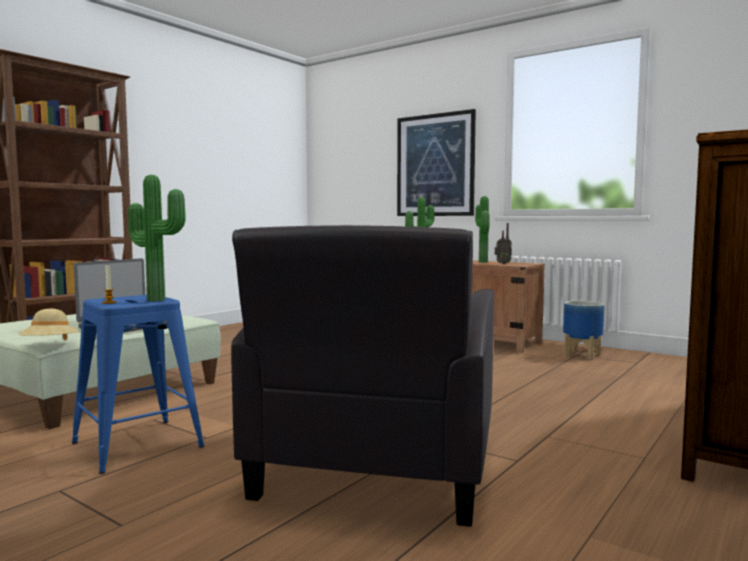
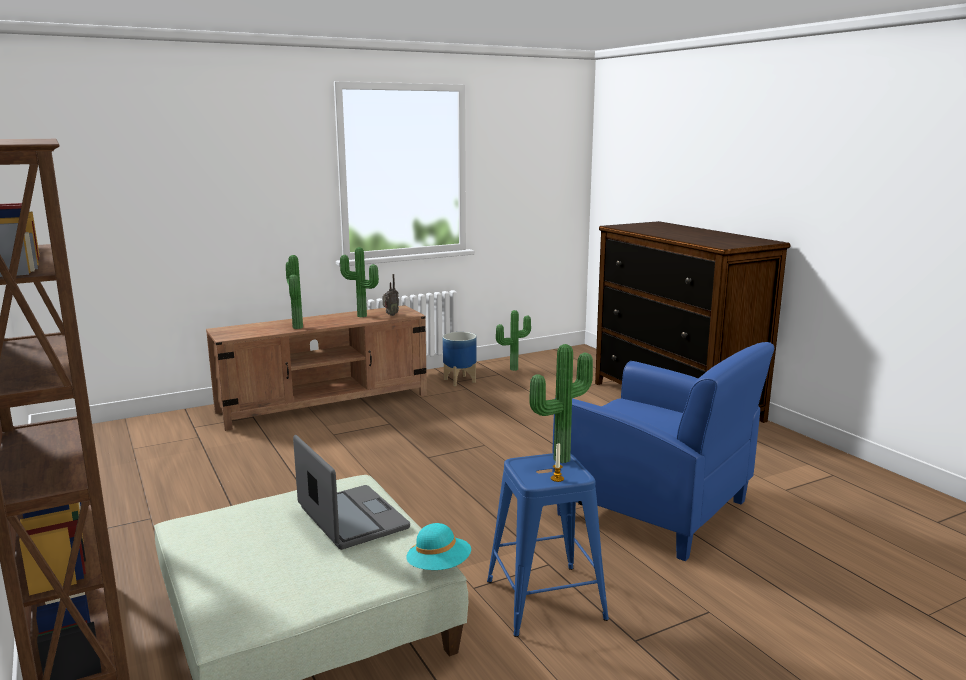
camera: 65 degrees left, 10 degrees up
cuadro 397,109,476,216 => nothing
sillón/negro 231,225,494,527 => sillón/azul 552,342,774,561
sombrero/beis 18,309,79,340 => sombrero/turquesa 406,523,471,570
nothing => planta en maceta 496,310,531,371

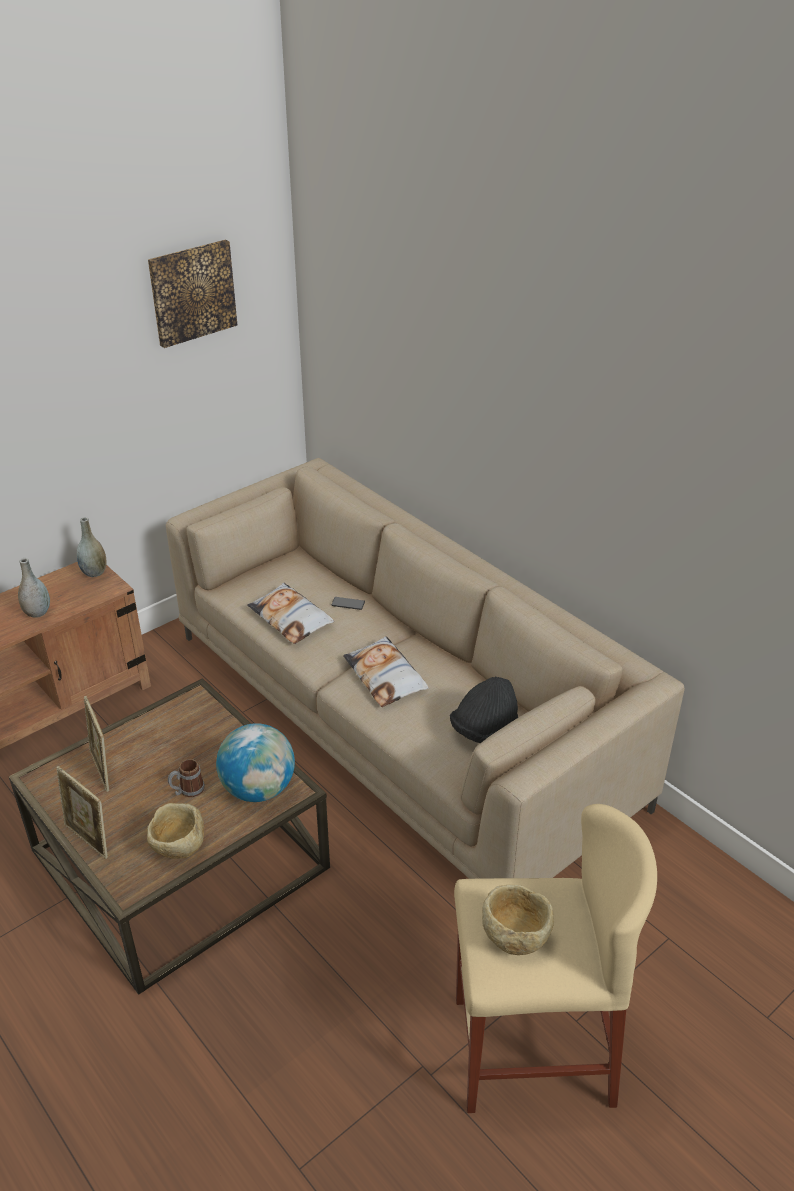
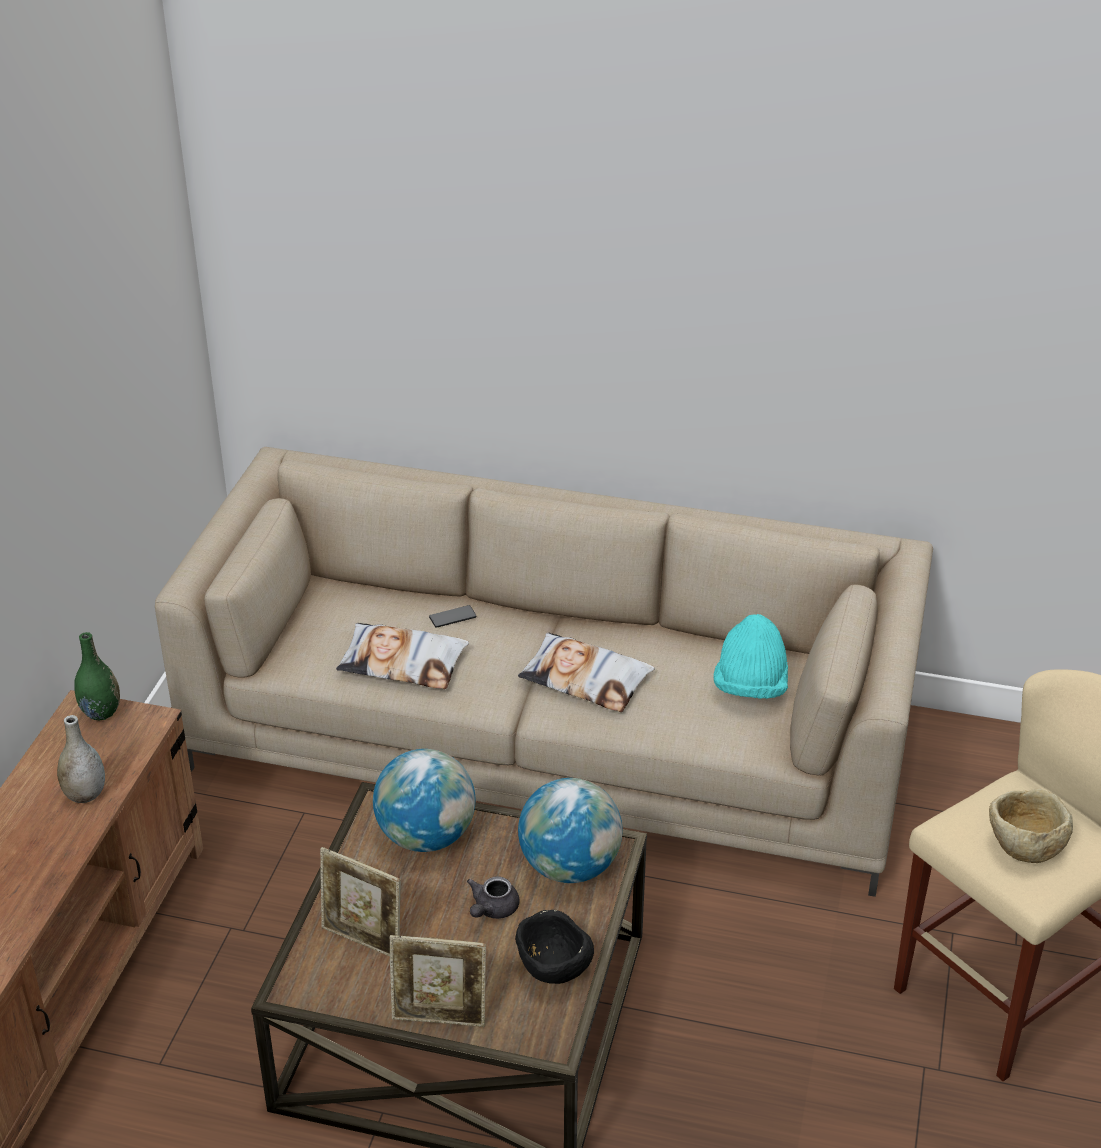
camera: 35 degrees left, 0 degrees up
cuadro 148,240,237,348 => nothing
florero/gris 77,517,107,577 => florero/verde 74,632,120,720
sombrero/negro 450,676,518,743 => sombrero/turquesa 714,614,788,699
taza grande 168,759,205,797 => tetera/gris 467,876,519,919
cuenco/beis 147,803,204,859 => cuenco/negro 515,910,594,984
nothing => globo terráqueo 373,749,476,852

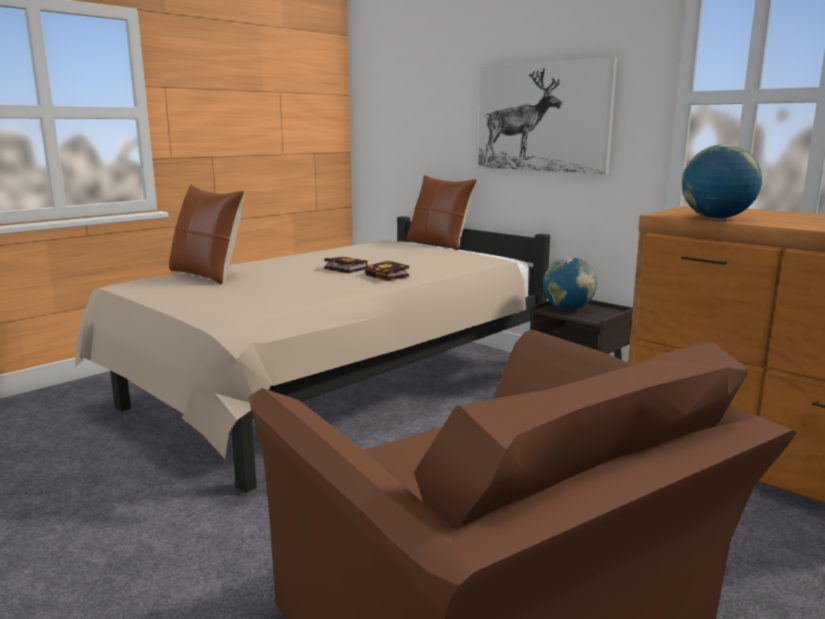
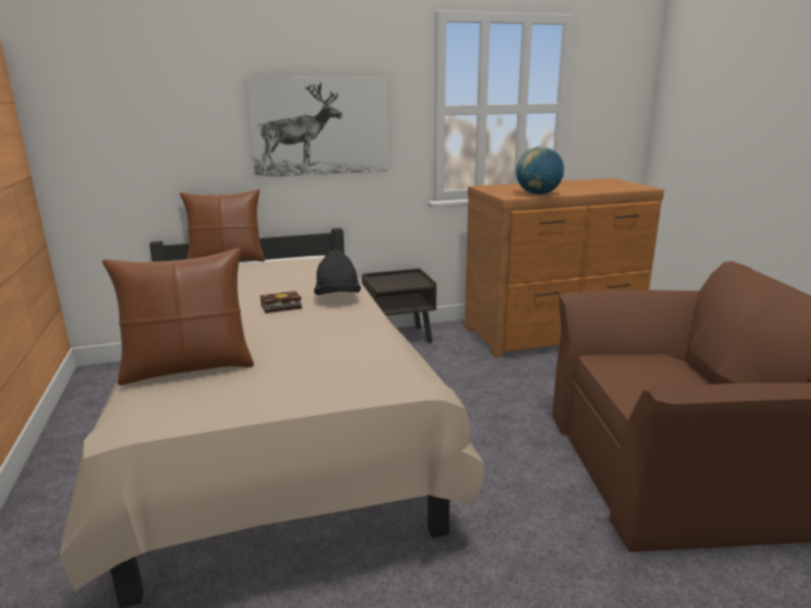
camera: 60 degrees left, 5 degrees up
globo terráqueo 543,257,597,310 => nothing
libro 365,261,409,281 => sombrero/negro 314,250,361,295

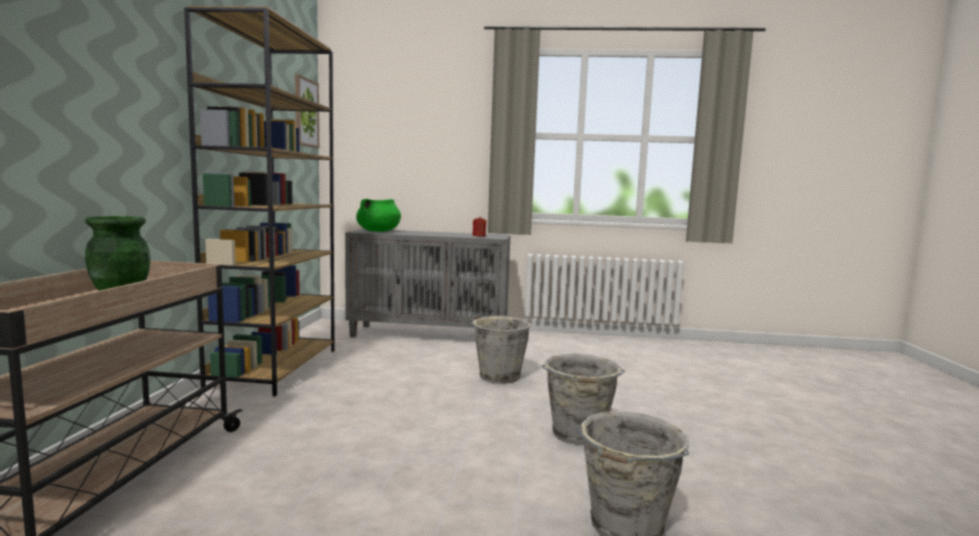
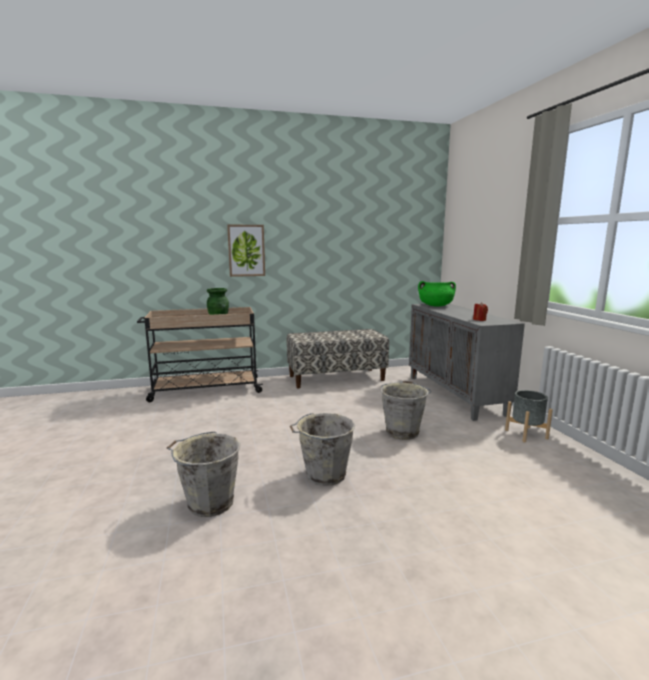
camera: 70 degrees right, 5 degrees up
estantería/marrón 184,6,335,396 => banco 286,329,389,388
cuadro 295,74,319,148 => cuadro 227,224,265,277, relocated
nothing => maceta/gris 505,390,553,442

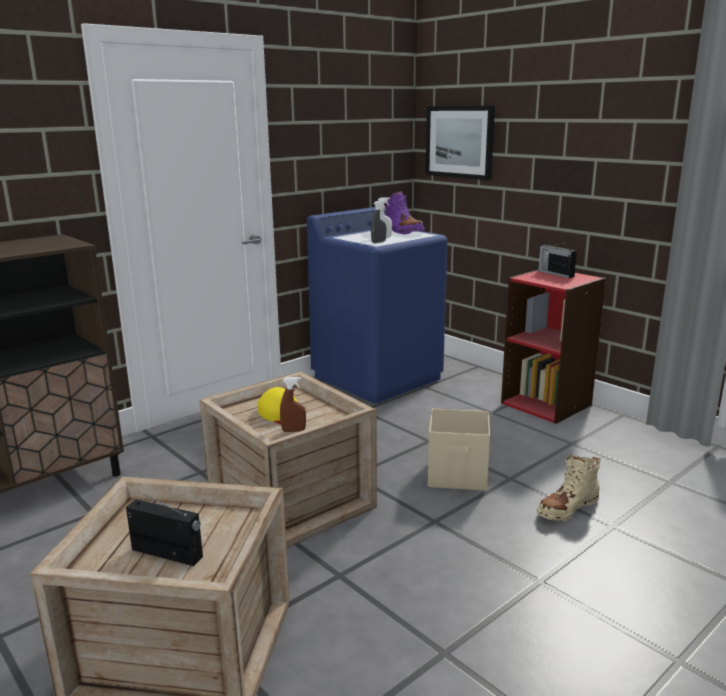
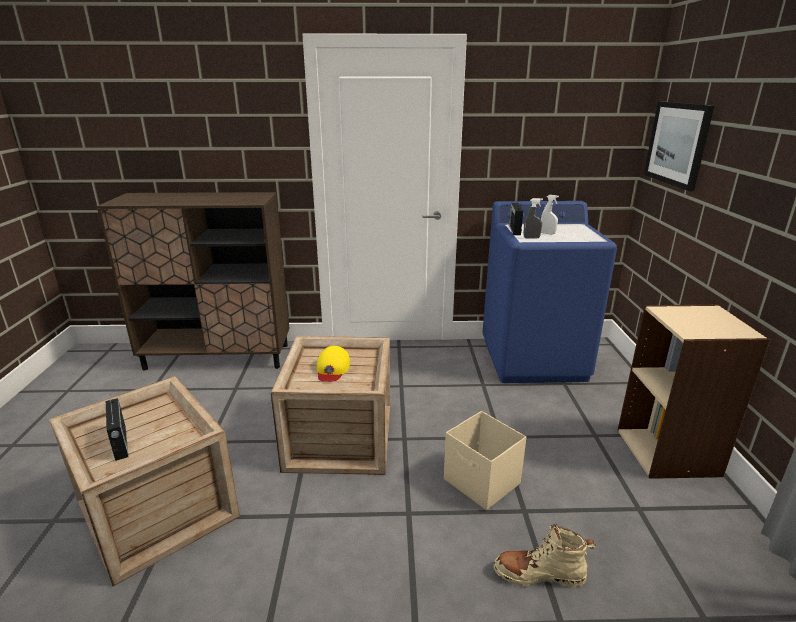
camera: 40 degrees right, 5 degrees up
bota/morado 385,191,425,234 => nothing
radio 538,243,577,278 => radio 509,202,523,235, relocated
estantería/rojo 501,270,606,424 => estantería/beis 617,305,770,479
pulverizador/marrón 280,377,306,432 => nothing

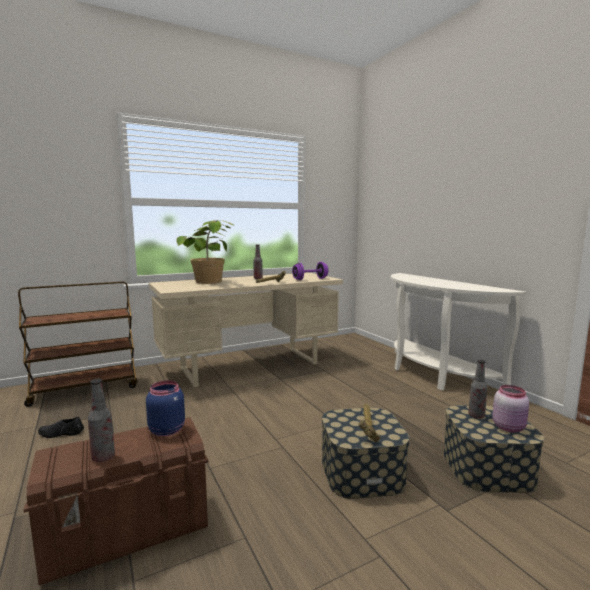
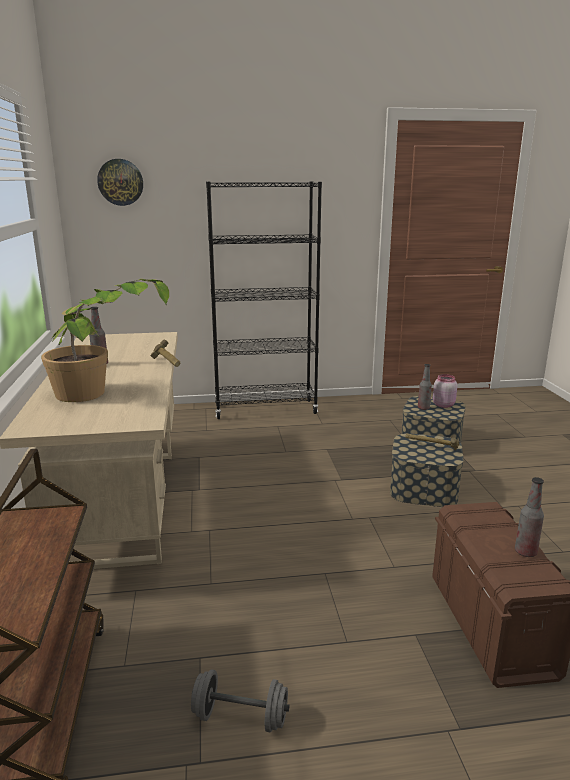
camera: 70 degrees left, 10 degrees up
mancuerna/morado 292,262,328,280 => nothing
mesa consola/blanco 391,273,527,390 => estantería/negro 206,181,322,419
tarro/azul 146,380,185,436 => nothing
zapato/negro 38,417,84,438 => mancuerna/gris 191,669,289,732
nothing => reloj de pared 97,159,143,206

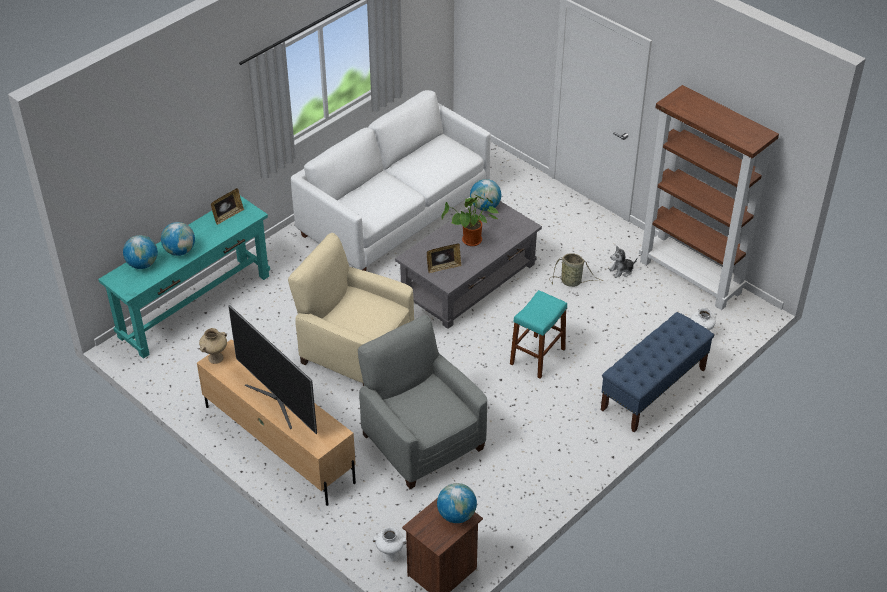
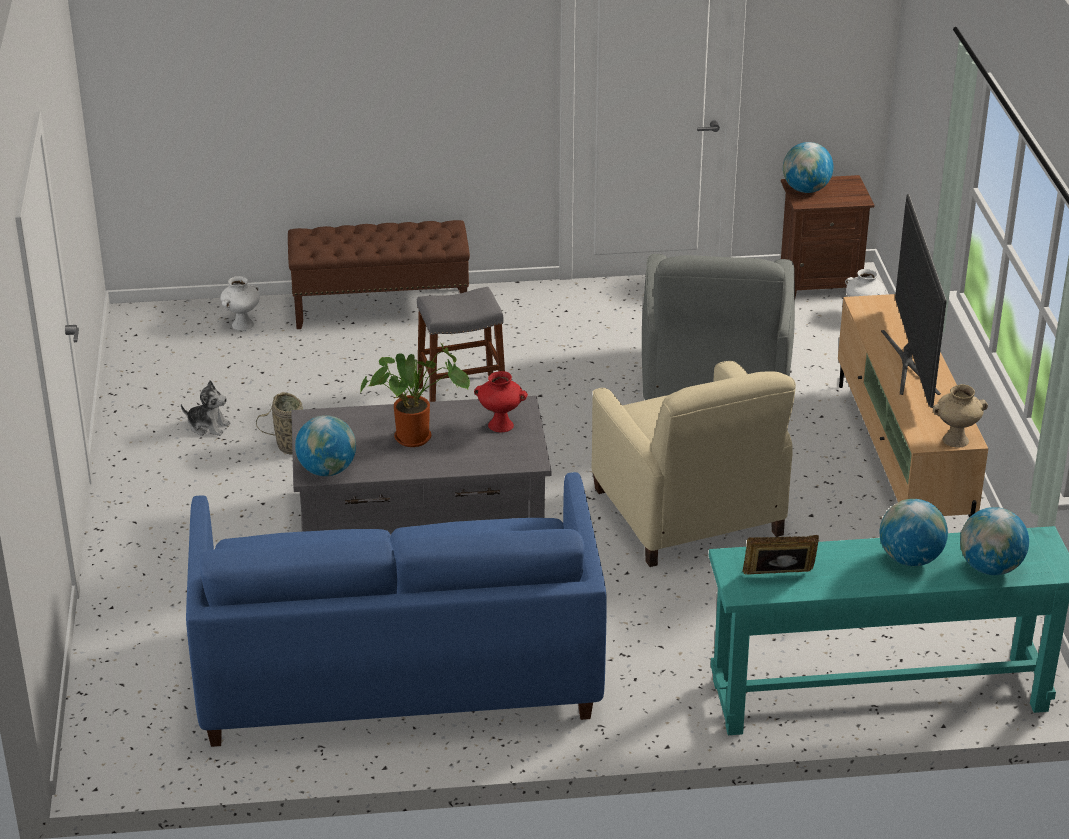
camera: 140 degrees left, 10 degrees down
estantería/marrón 639,85,779,310 => nothing
sofá/blanco 291,90,491,271 => sofá/azul 186,472,607,747
portarretratos 427,244,461,273 => florero/rojo 474,371,528,433
taburete/turquesa 510,290,567,379 => taburete/gris 417,287,505,402
banco/azul 601,312,714,433 => banco/marrón 288,220,470,329

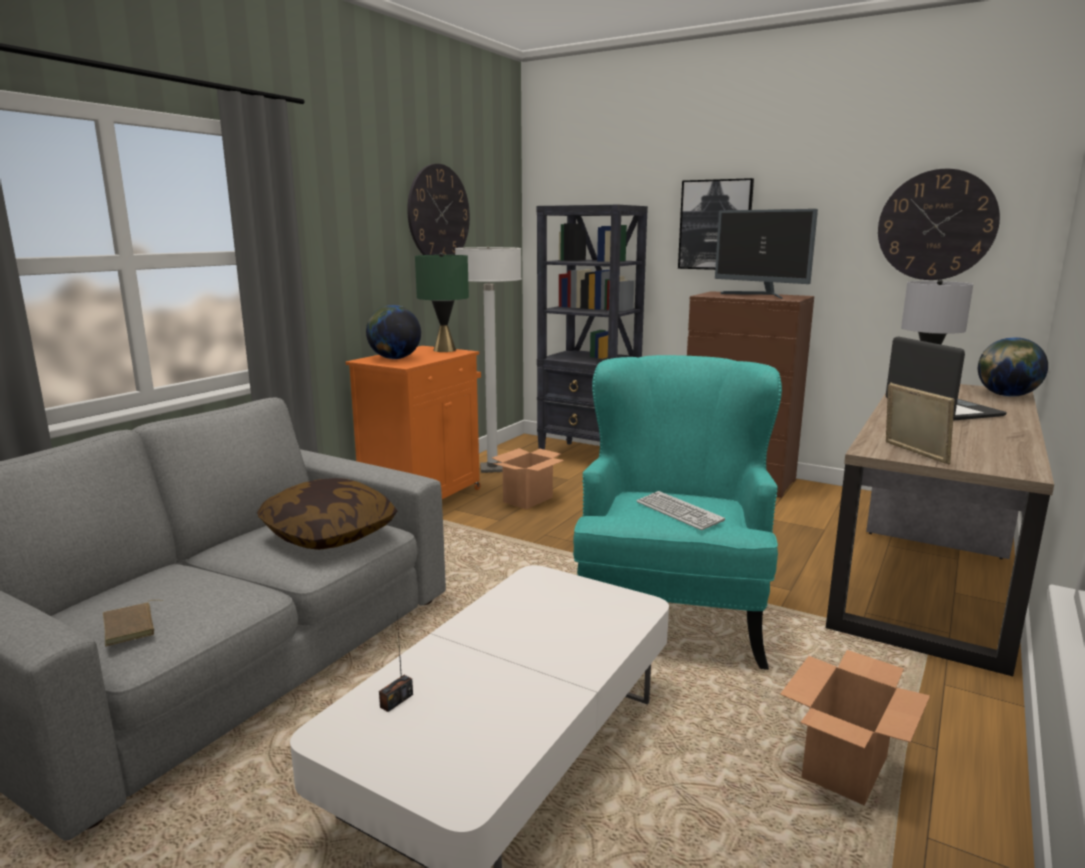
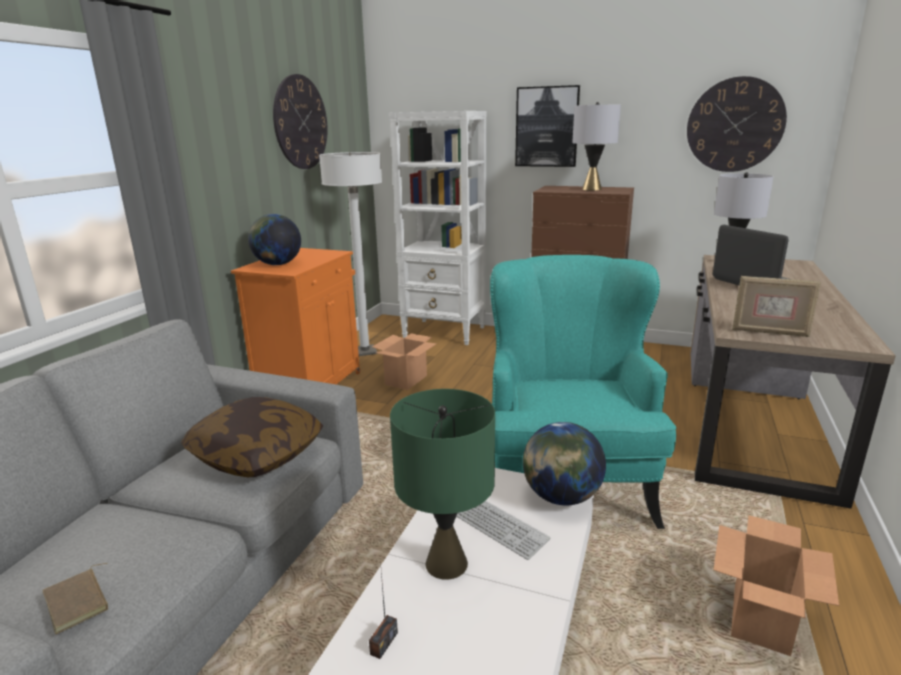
camera: 10 degrees left, 5 degrees up
estantería/negro 536,205,648,450 => estantería/blanco 389,111,486,345
monitor 715,209,818,299 => lámpara de mesa/gris 572,102,621,191
lámpara de mesa/verde 415,252,469,352 => lámpara de mesa/verde 390,389,495,580, relocated
globo terráqueo 978,337,1048,397 => globo terráqueo 523,422,606,506, relocated
portarretratos 886,382,955,465 => portarretratos 732,276,821,337, 135 degrees clockwise
teclado 637,491,725,530 => teclado 456,501,550,560, relocated

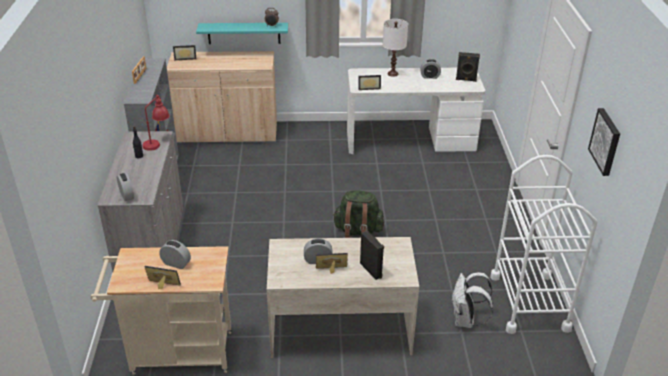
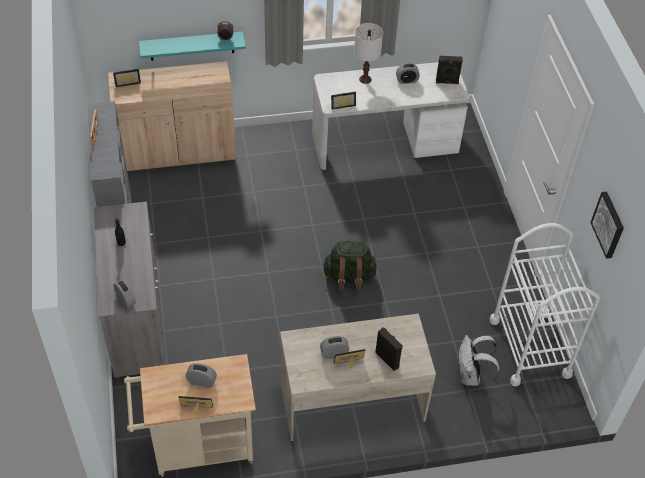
camera: 10 degrees left, 15 degrees up
lámpara de mesa/rojo 142,94,170,151 => nothing

